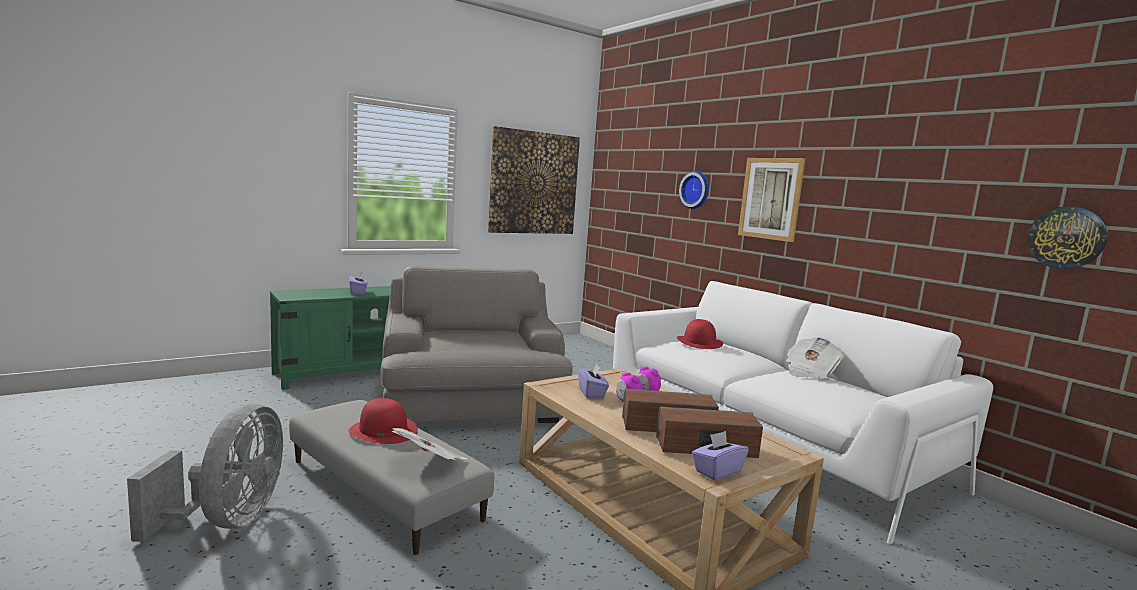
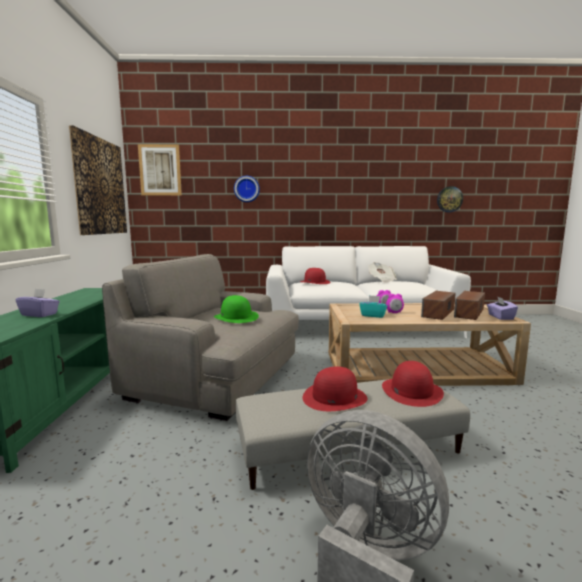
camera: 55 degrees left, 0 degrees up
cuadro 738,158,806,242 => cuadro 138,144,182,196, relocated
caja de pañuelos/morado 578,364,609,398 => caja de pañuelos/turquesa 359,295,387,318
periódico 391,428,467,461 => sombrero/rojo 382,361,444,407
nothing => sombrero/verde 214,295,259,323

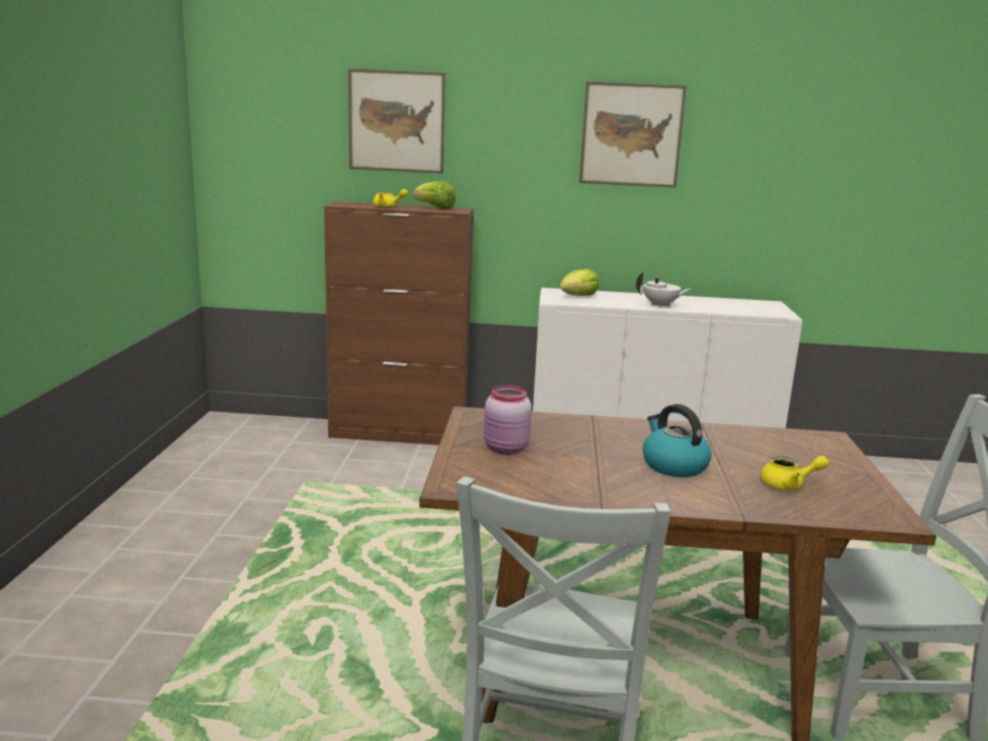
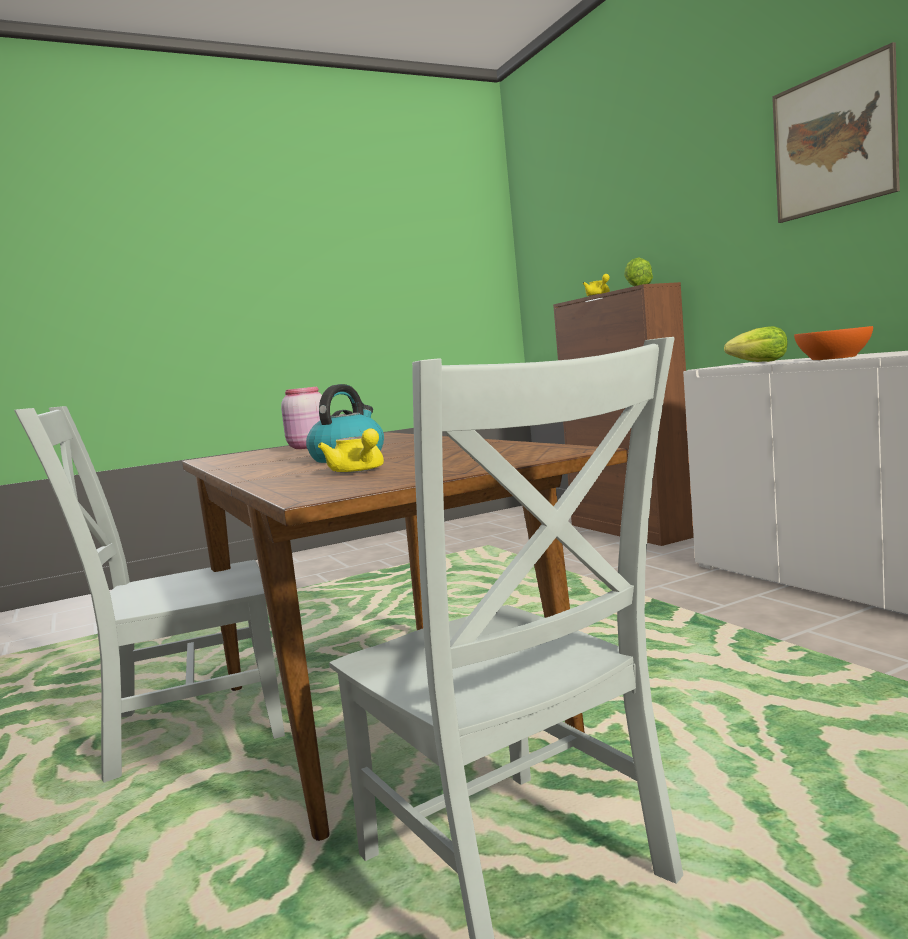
camera: 60 degrees right, 10 degrees down
cuadro 348,69,445,173 => nothing
tetera/blanco 636,273,691,308 => cuenco/naranja 794,326,873,360

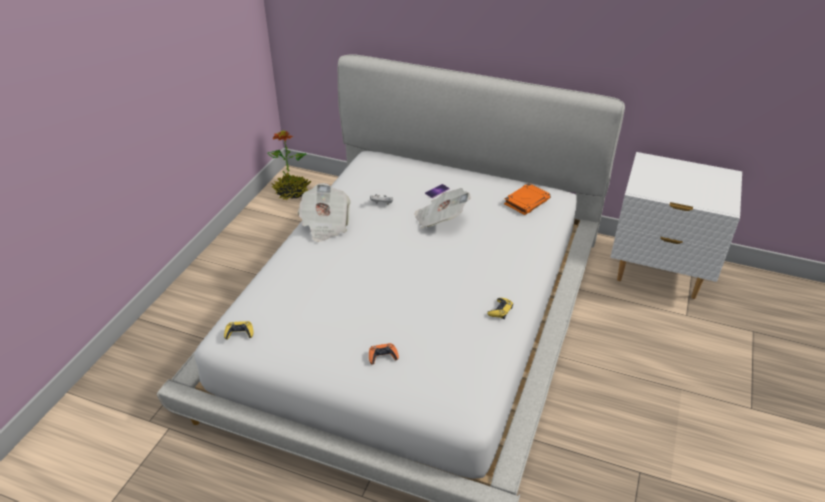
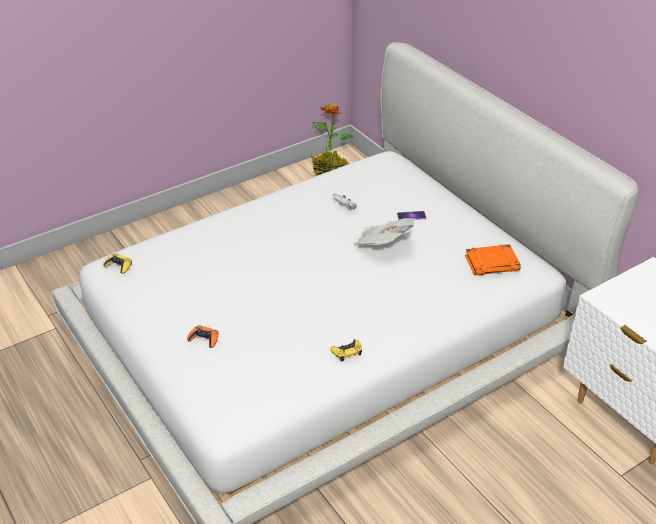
camera: 35 degrees right, 0 degrees up
periódico 298,183,351,242 => nothing

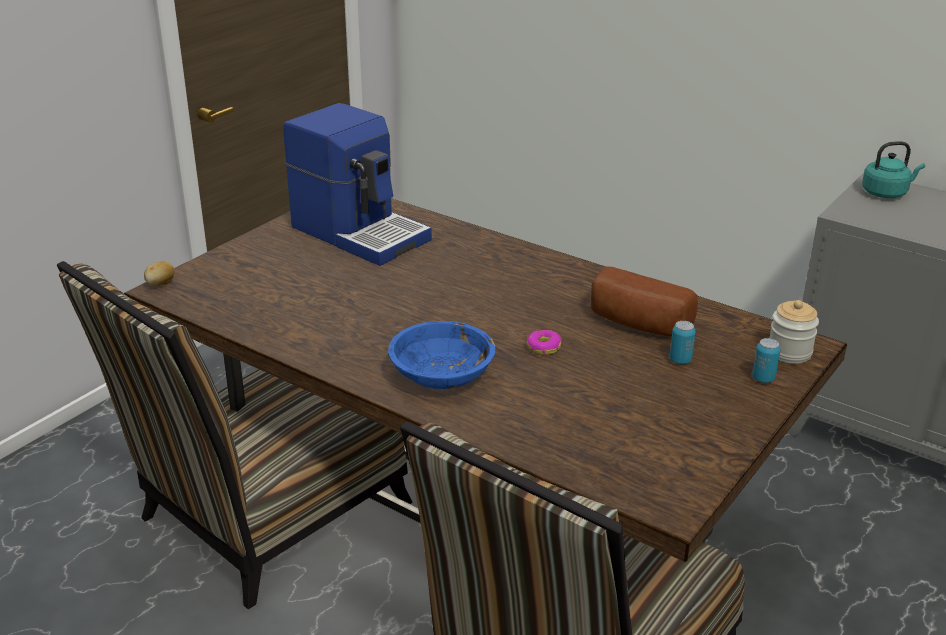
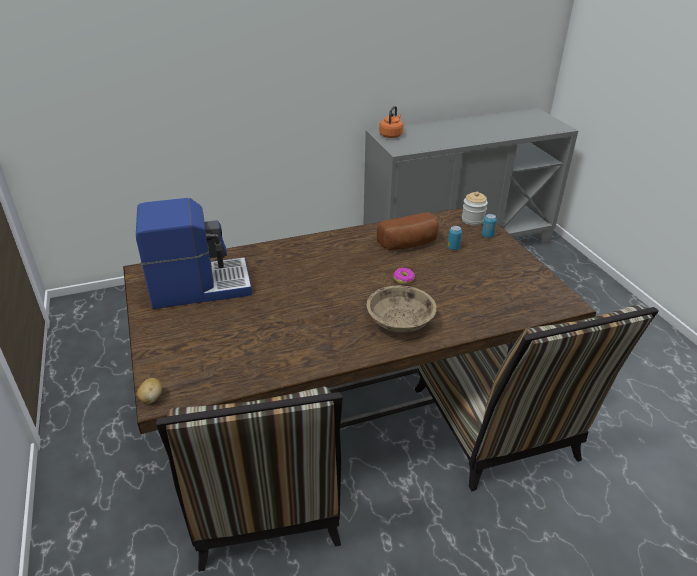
camera: 55 degrees left, 5 degrees up
hervidor/turquesa 862,141,925,198 => hervidor/naranja 379,106,403,138
cuenco/azul 388,321,495,389 => cuenco/beis 366,285,436,333

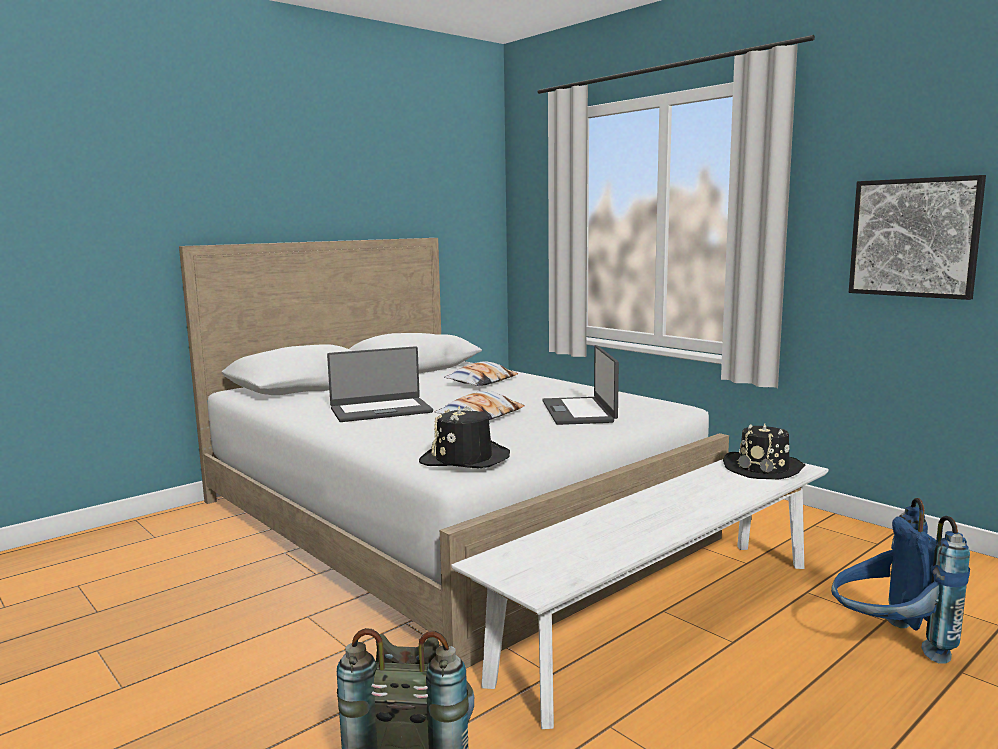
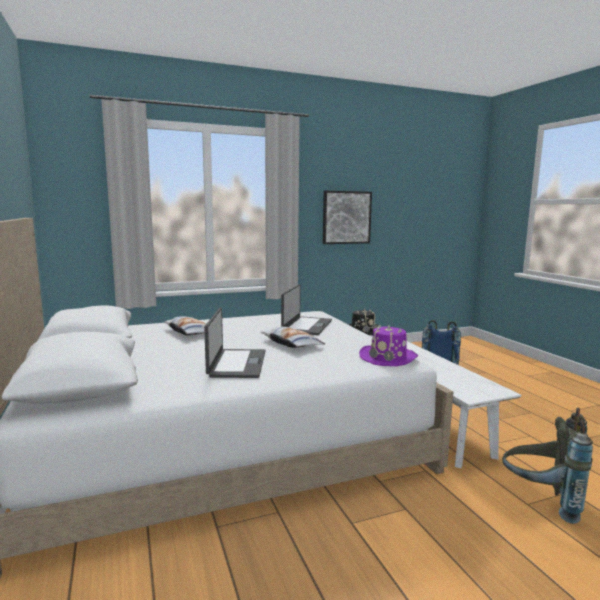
camera: 70 degrees left, 0 degrees up
portátil 542,345,619,425 => portátil 281,284,332,335, 90 degrees counterclockwise
sombrero/negro 419,406,510,468 => sombrero/morado 359,325,418,366

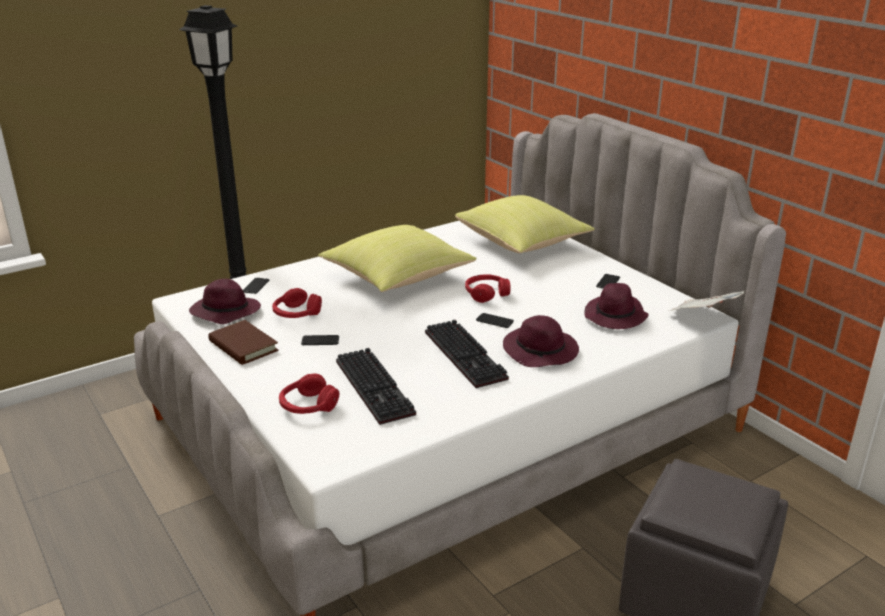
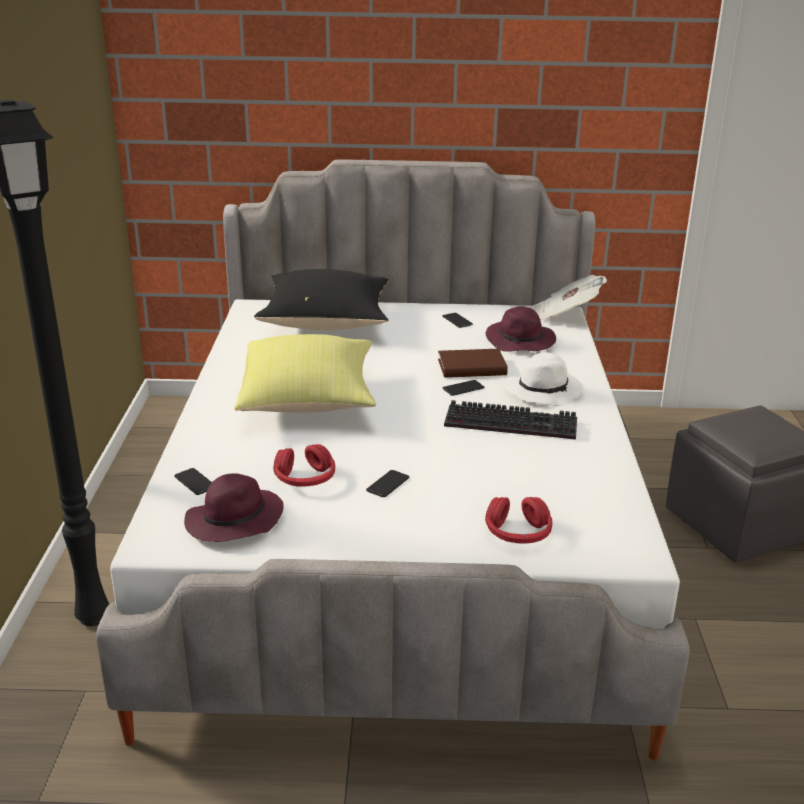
camera: 55 degrees left, 0 degrees up
cojín/amarillo 455,195,595,253 => cojín/negro 254,269,389,330
auriculares/rojo 465,274,511,303 => nothing
sombrero/morado 503,315,579,367 => sombrero/blanco 504,352,583,406
libro/marrón 208,320,279,365 => libro/marrón 438,349,508,378, relocated
teclado 336,348,416,425 => nothing

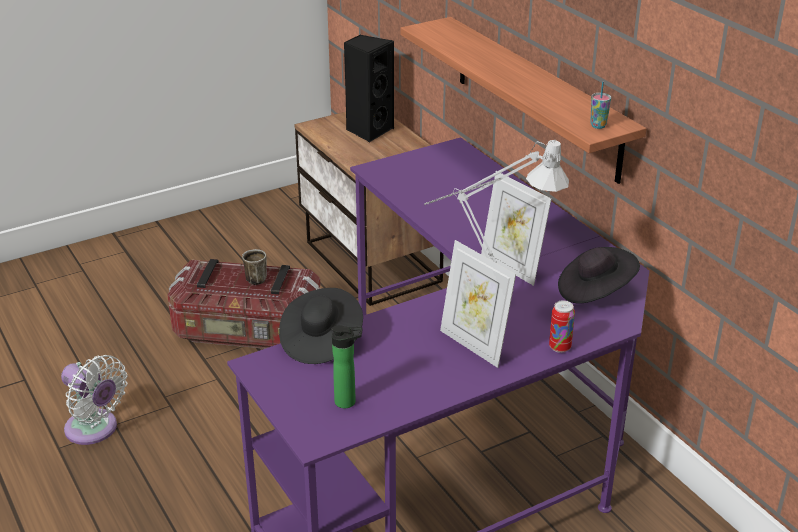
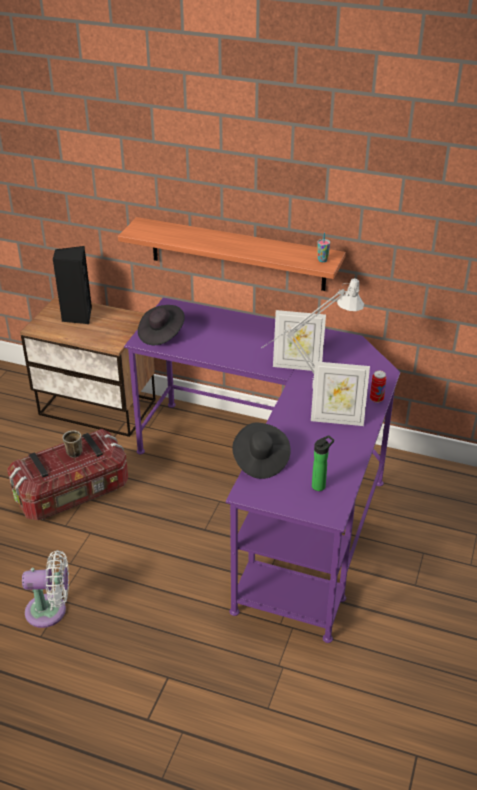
camera: 40 degrees left, 5 degrees up
sombrero/negro 558,247,640,304 => sombrero/negro 138,305,185,345, relocated

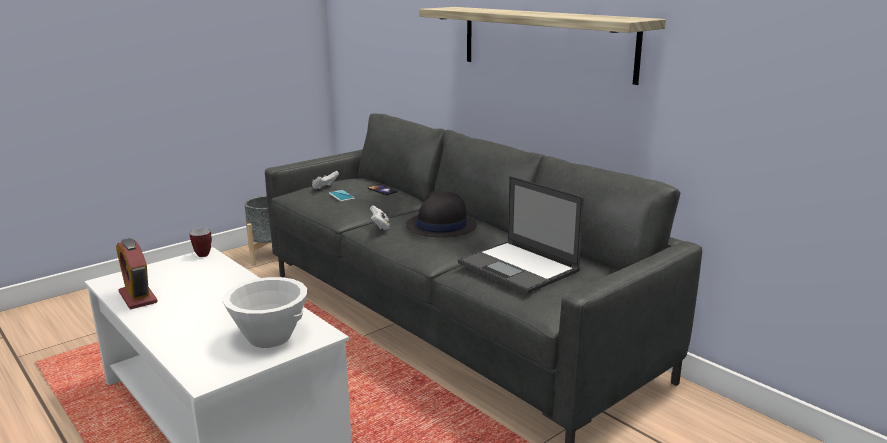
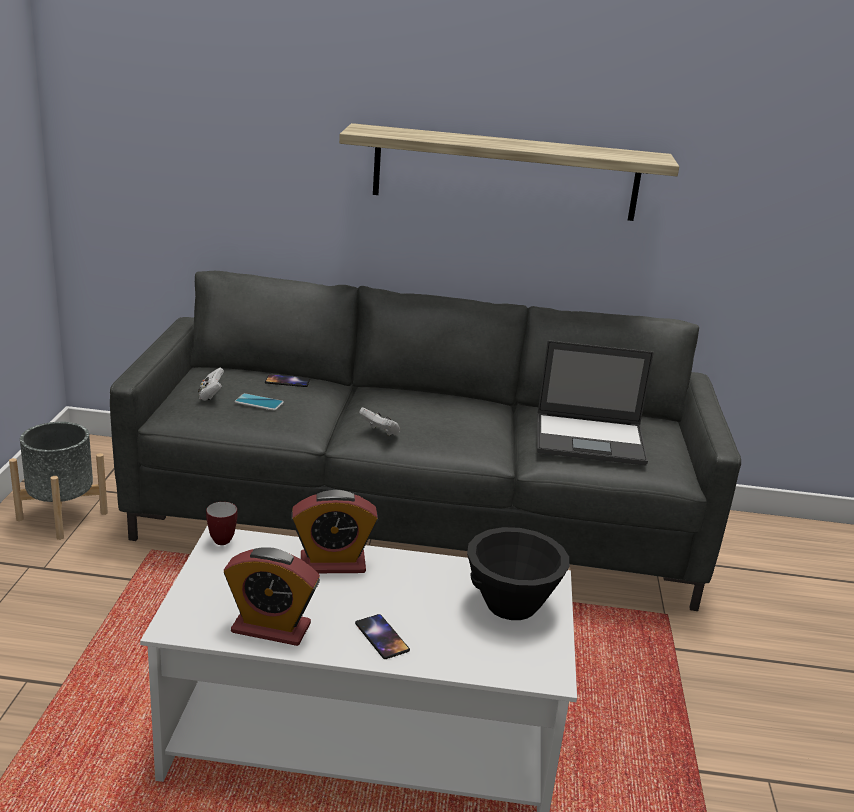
camera: 45 degrees left, 5 degrees up
sombrero/negro 406,191,477,237 => nothing
cuenco/blanco 222,277,307,348 => cuenco/negro 467,527,569,620
nothing => despertador 291,490,378,573
nothing => móvil 355,614,410,659

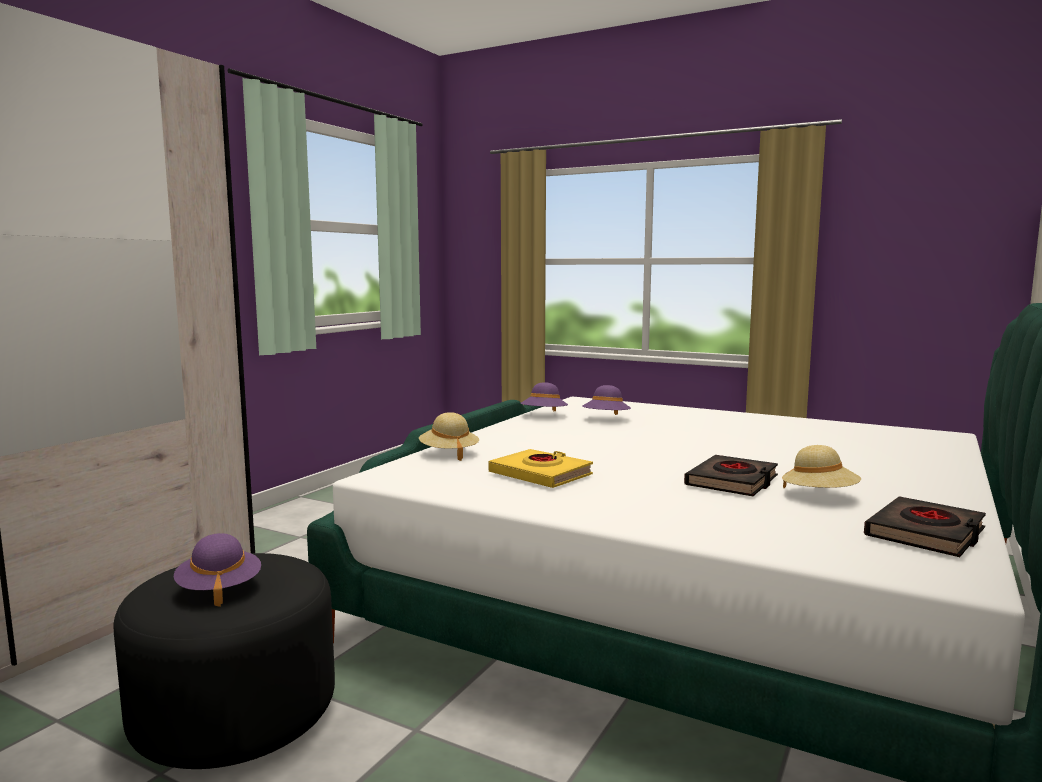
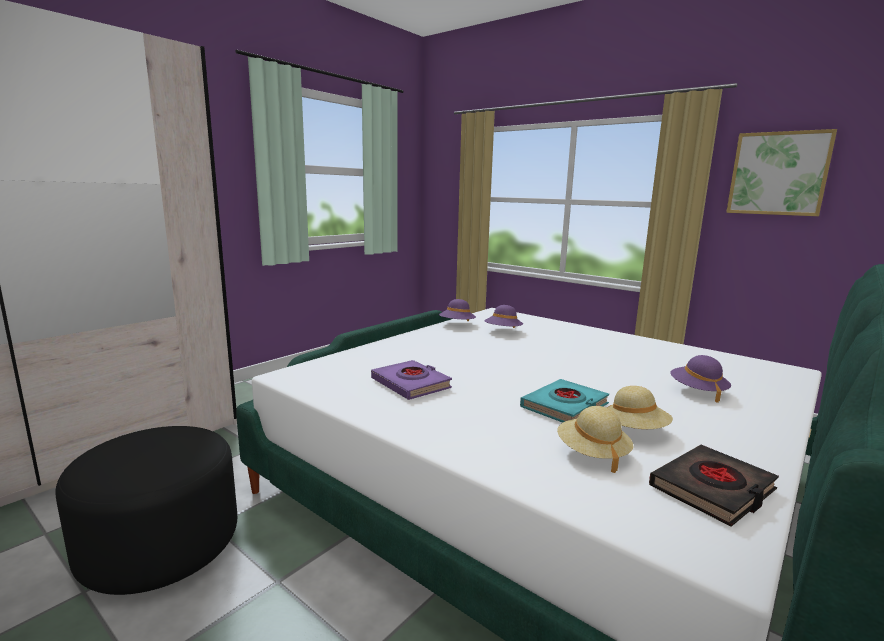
camera: 10 degrees right, 5 degrees up
sombrero/beis 419,412,479,461 => sombrero/beis 557,406,633,473, relocated
libro/amarillo 489,449,593,488 => libro/morado 371,360,452,400
libro/negro 684,455,778,496 => libro/turquesa 520,379,609,423
sombrero/morado 174,533,261,607 => sombrero/morado 670,355,731,403, relocated
nothing => cuadro 726,129,837,216

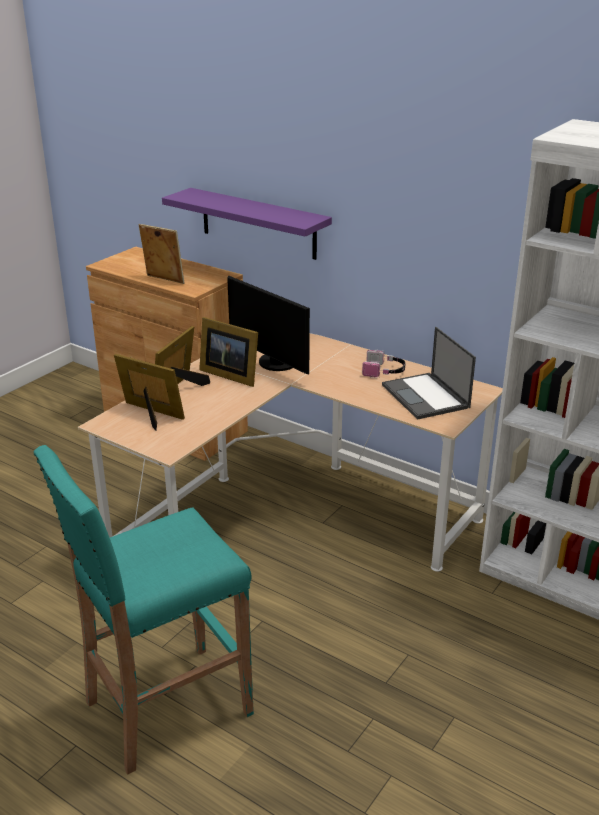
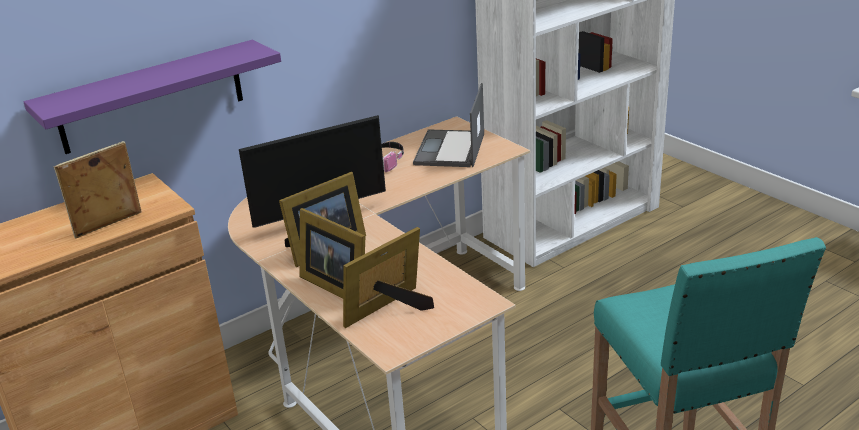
camera: 70 degrees left, 0 degrees up
portátil 382,327,476,420 => portátil 413,83,484,167, 105 degrees clockwise

